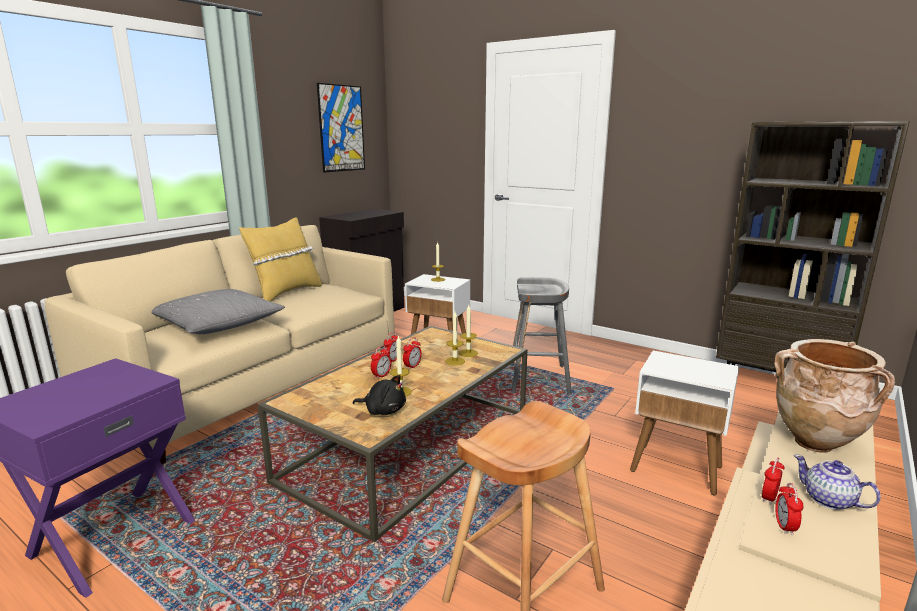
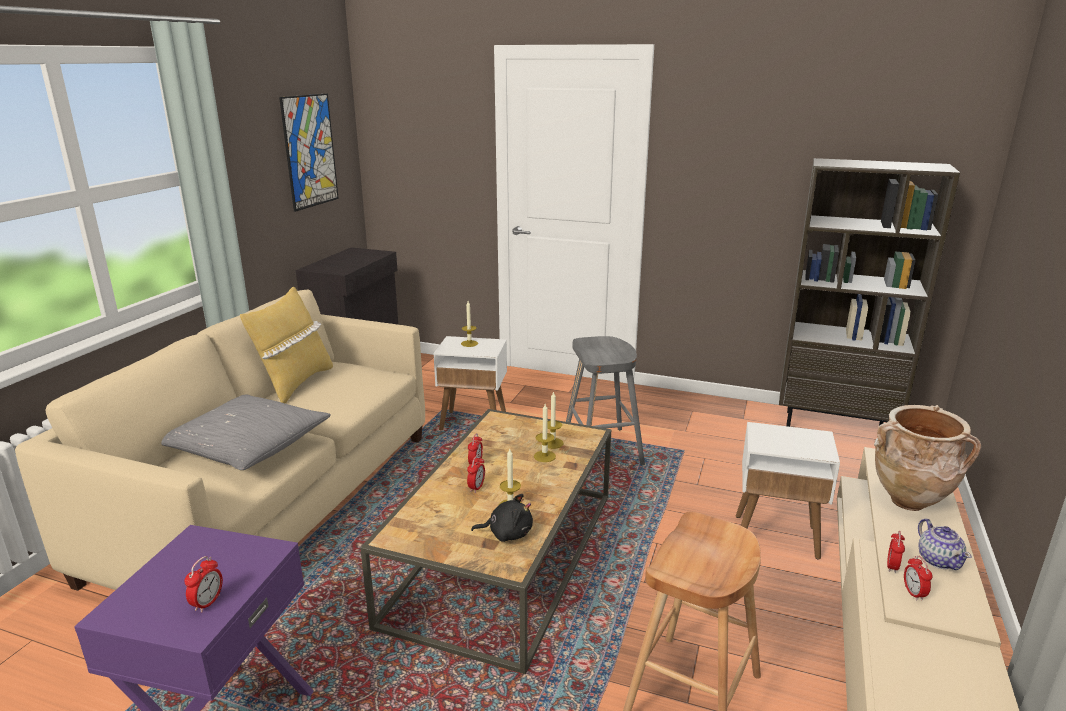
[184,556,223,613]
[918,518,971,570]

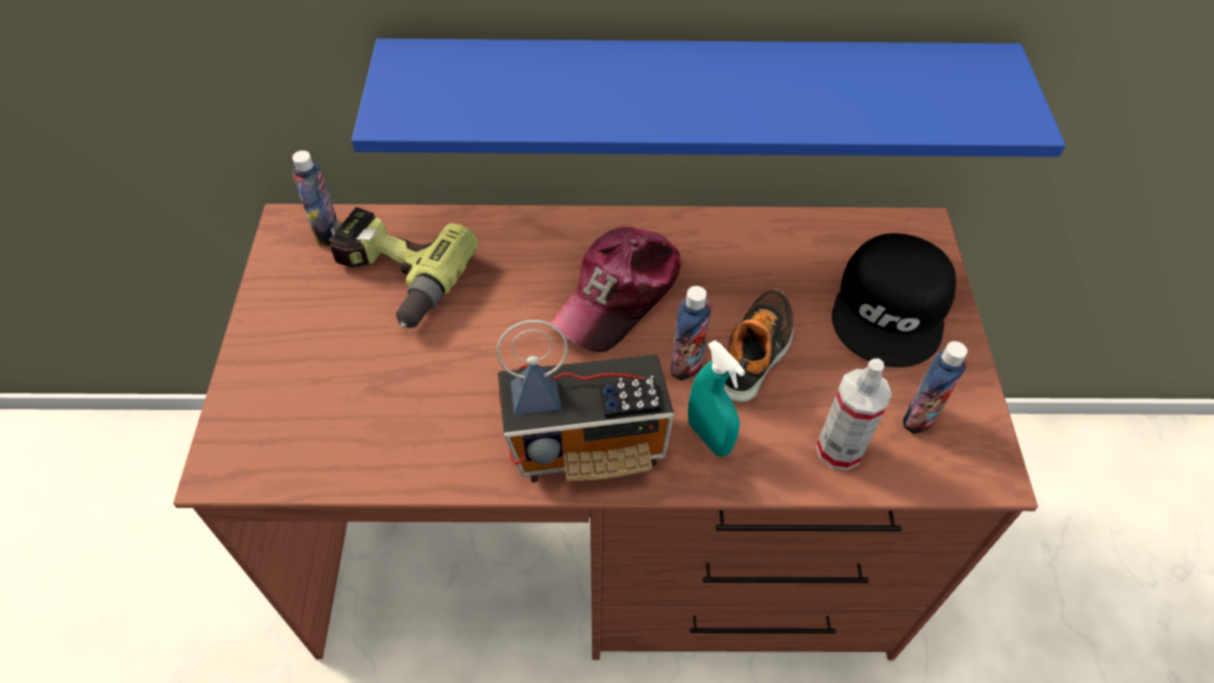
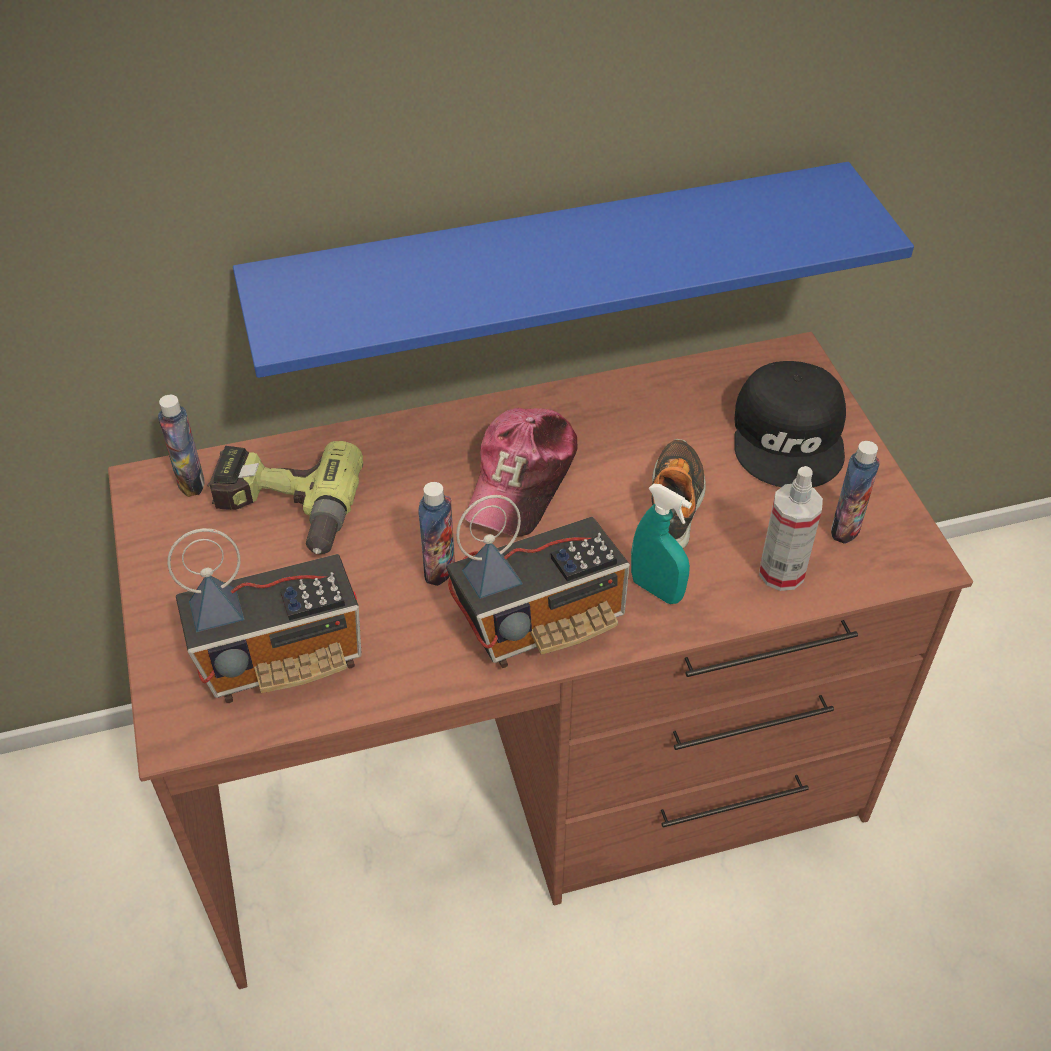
[168,528,362,703]
[419,482,455,586]

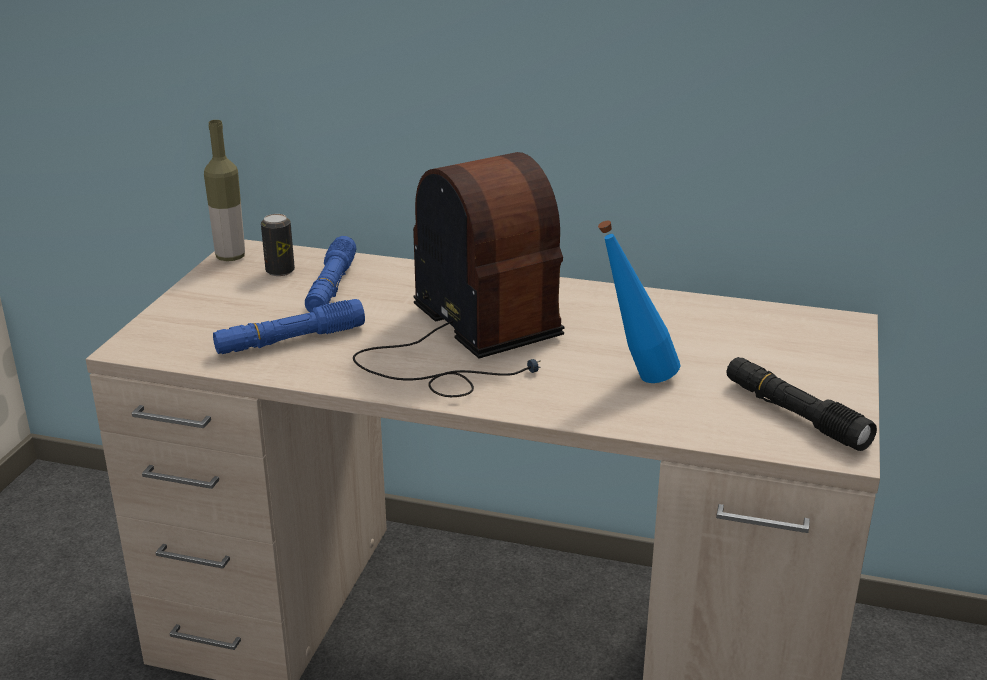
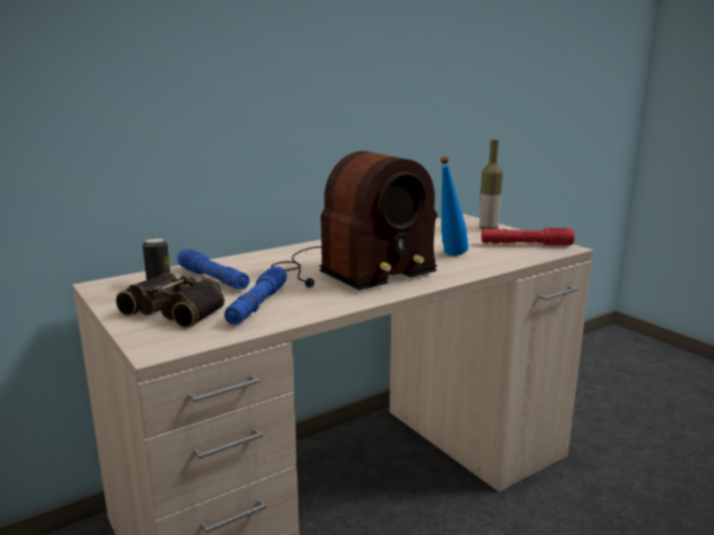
[116,272,225,328]
[479,140,503,230]
[481,228,575,245]
[271,151,437,290]

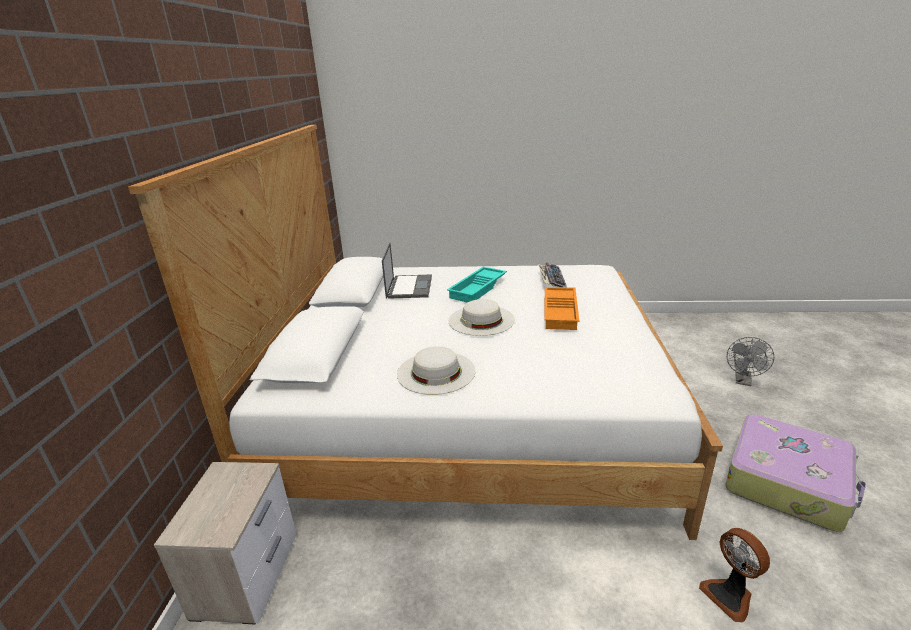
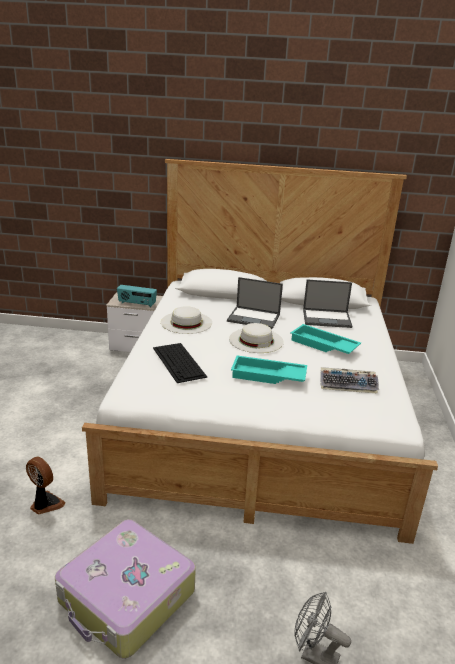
[117,285,157,307]
[153,343,207,383]
[227,277,283,329]
[231,355,307,384]
[26,457,66,514]

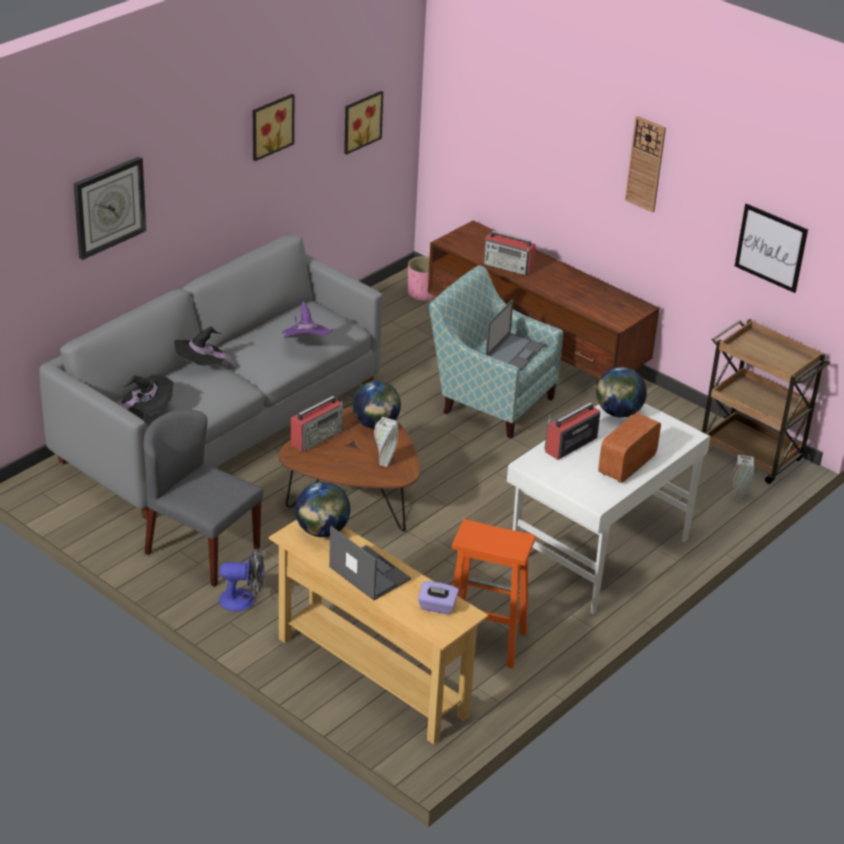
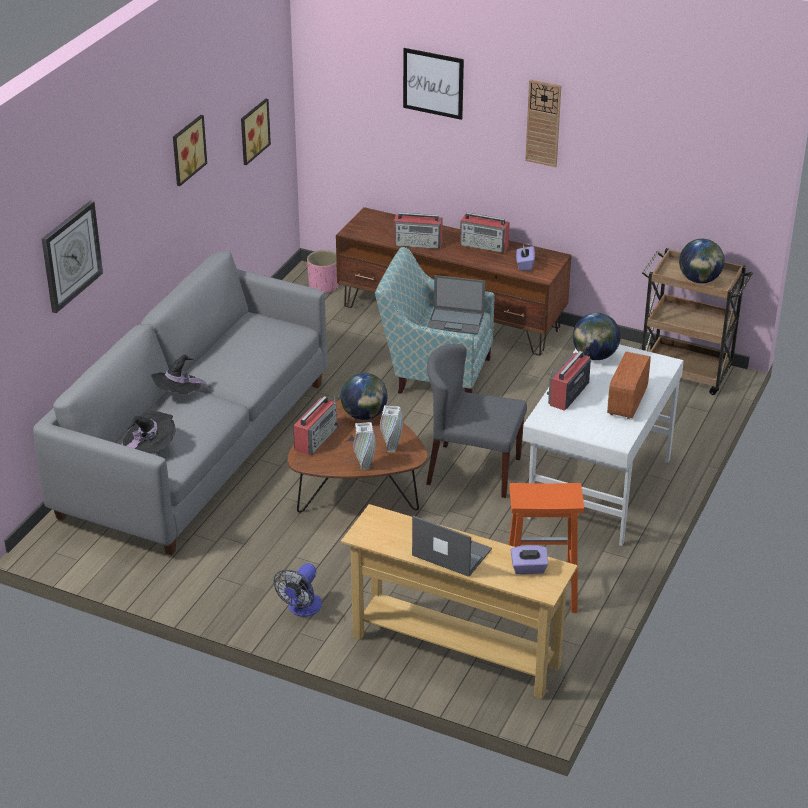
[281,302,333,338] (first image)
[460,212,510,253]
[516,244,535,271]
[426,344,527,498]
[679,239,725,284]
[353,422,375,470]
[403,48,464,120]
[274,563,322,616]
[427,275,485,335]

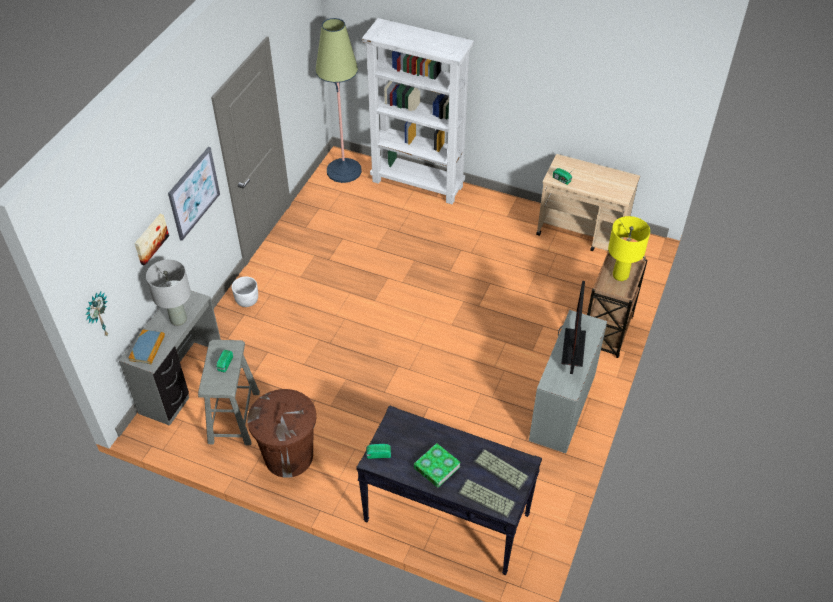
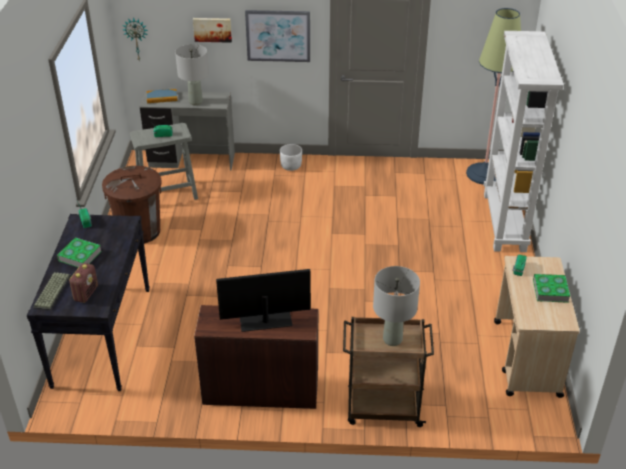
[533,274,570,303]
[69,263,98,303]
[194,305,318,409]
[373,266,420,346]

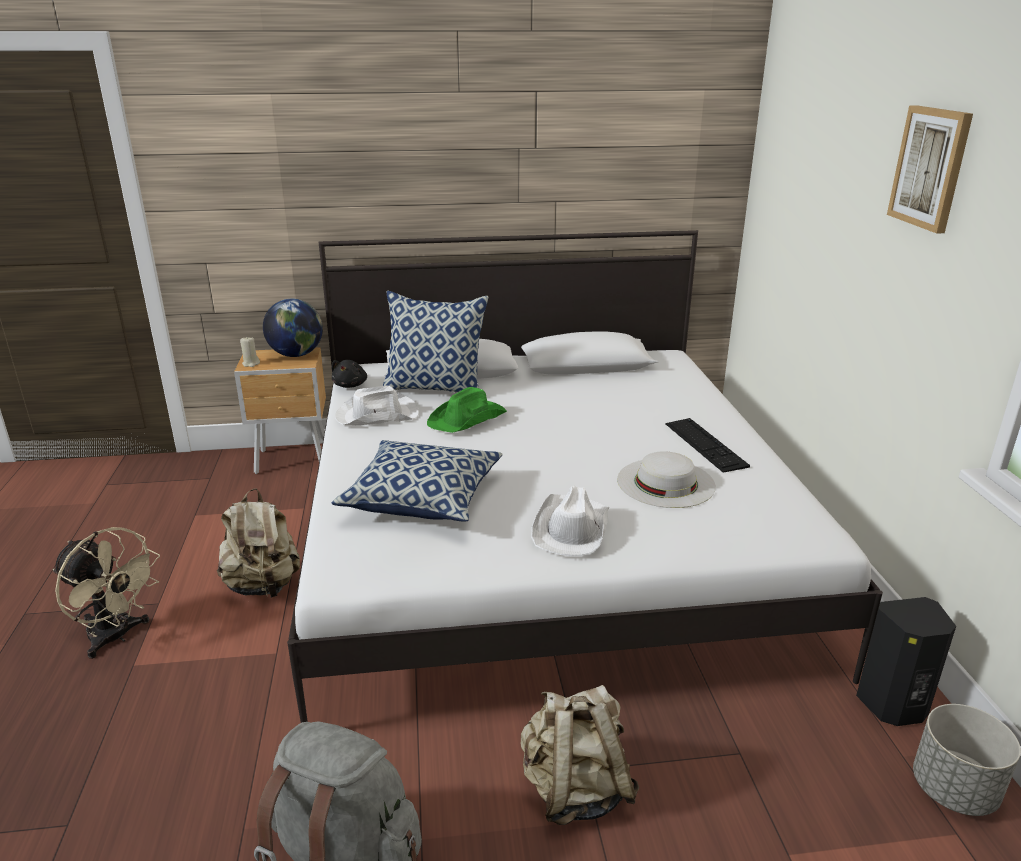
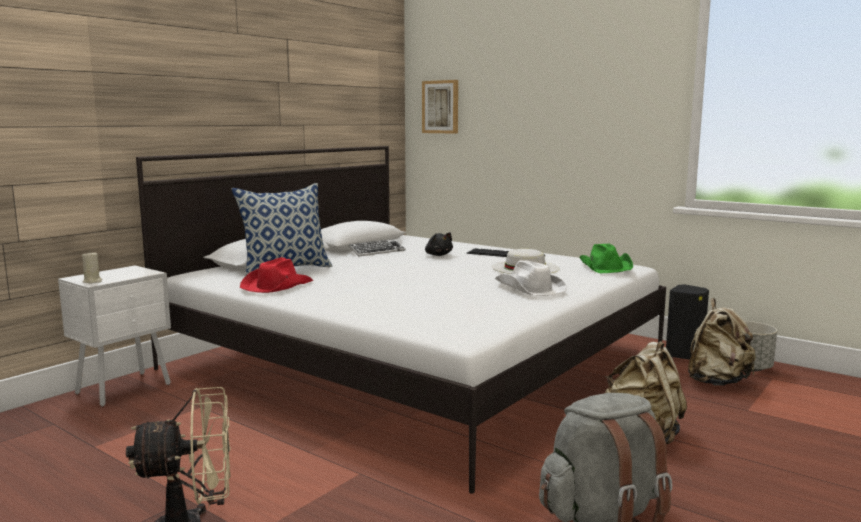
[263,299,323,357] (first image)
[331,440,503,522] (first image)
[349,239,406,257]
[688,298,756,386]
[425,232,453,256]
[580,243,633,273]
[422,80,458,134]
[58,266,171,407]
[240,257,313,293]

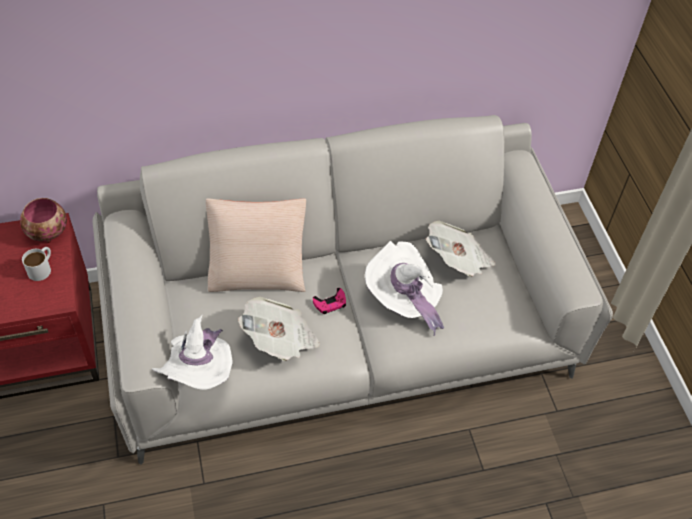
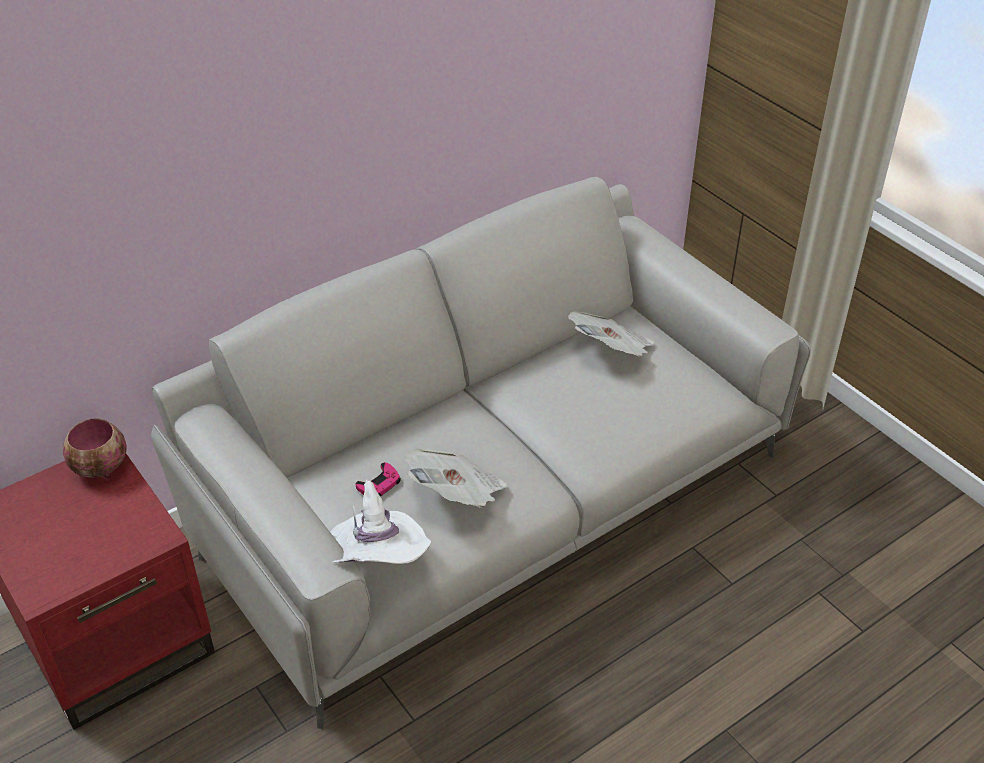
[22,247,51,281] (first image)
[206,198,306,292] (first image)
[365,241,444,336] (first image)
[356,462,401,497]

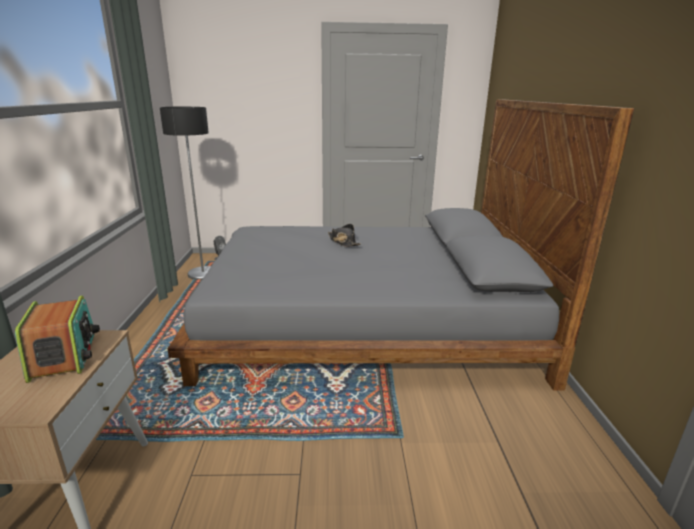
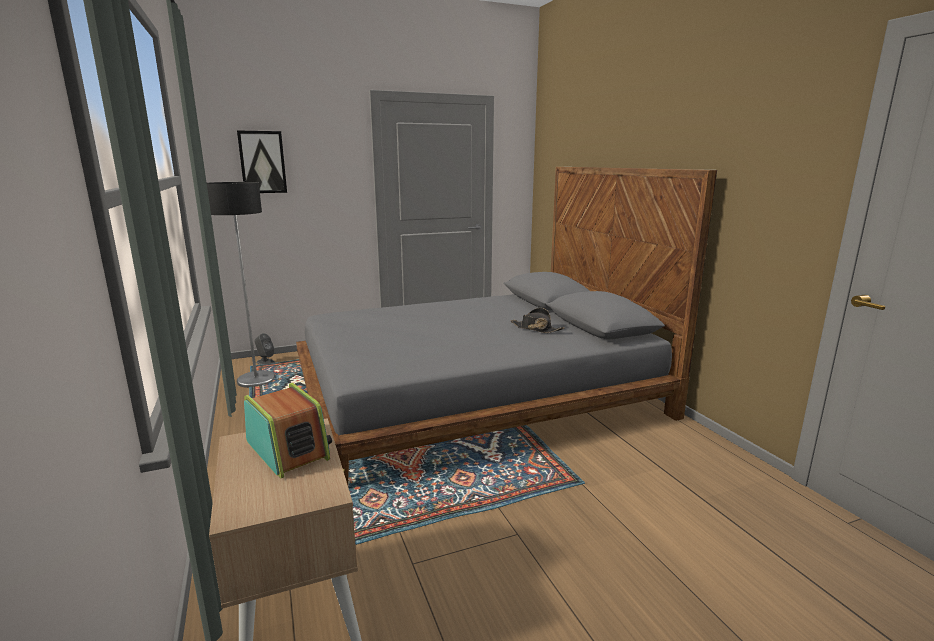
[237,130,287,193]
[511,308,564,333]

